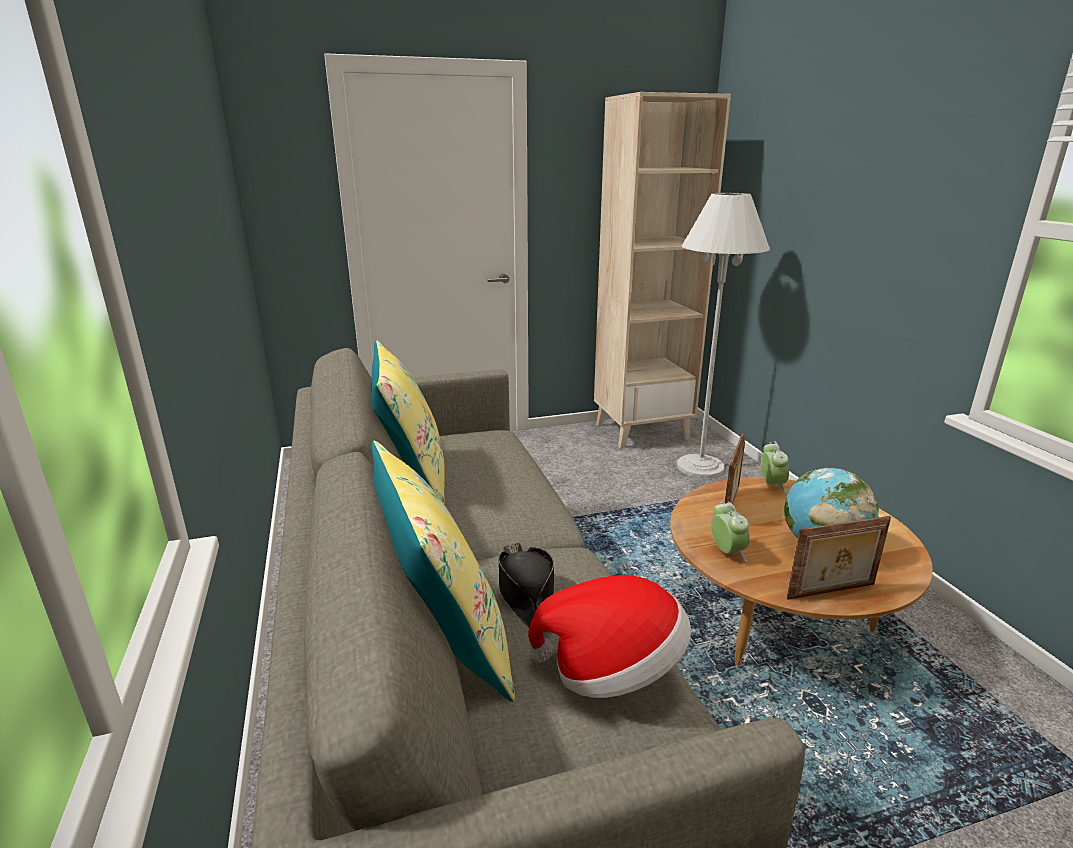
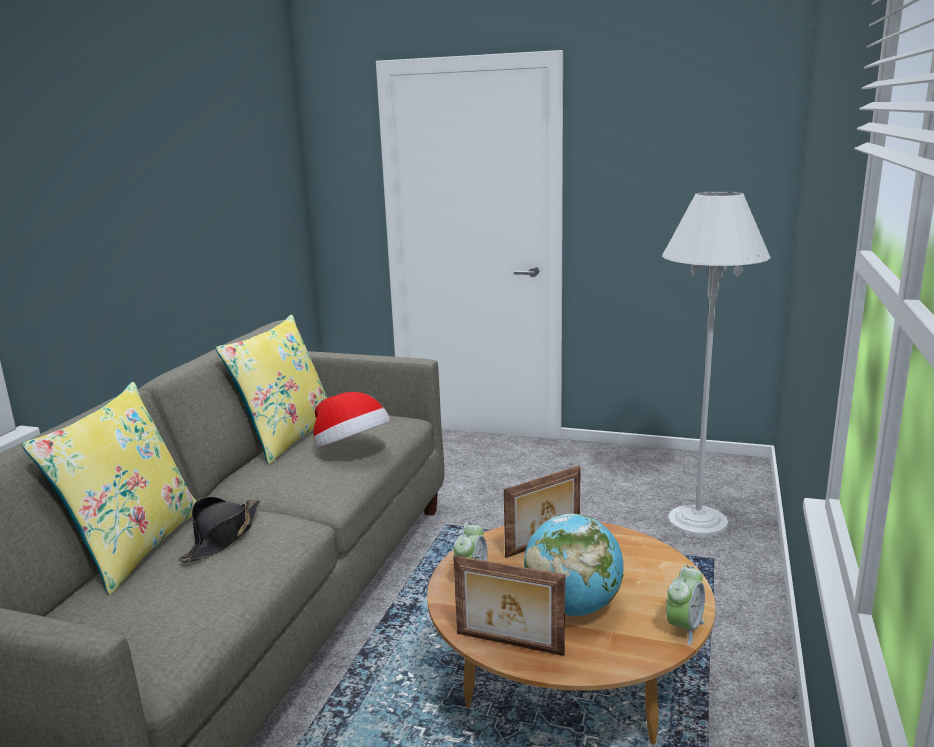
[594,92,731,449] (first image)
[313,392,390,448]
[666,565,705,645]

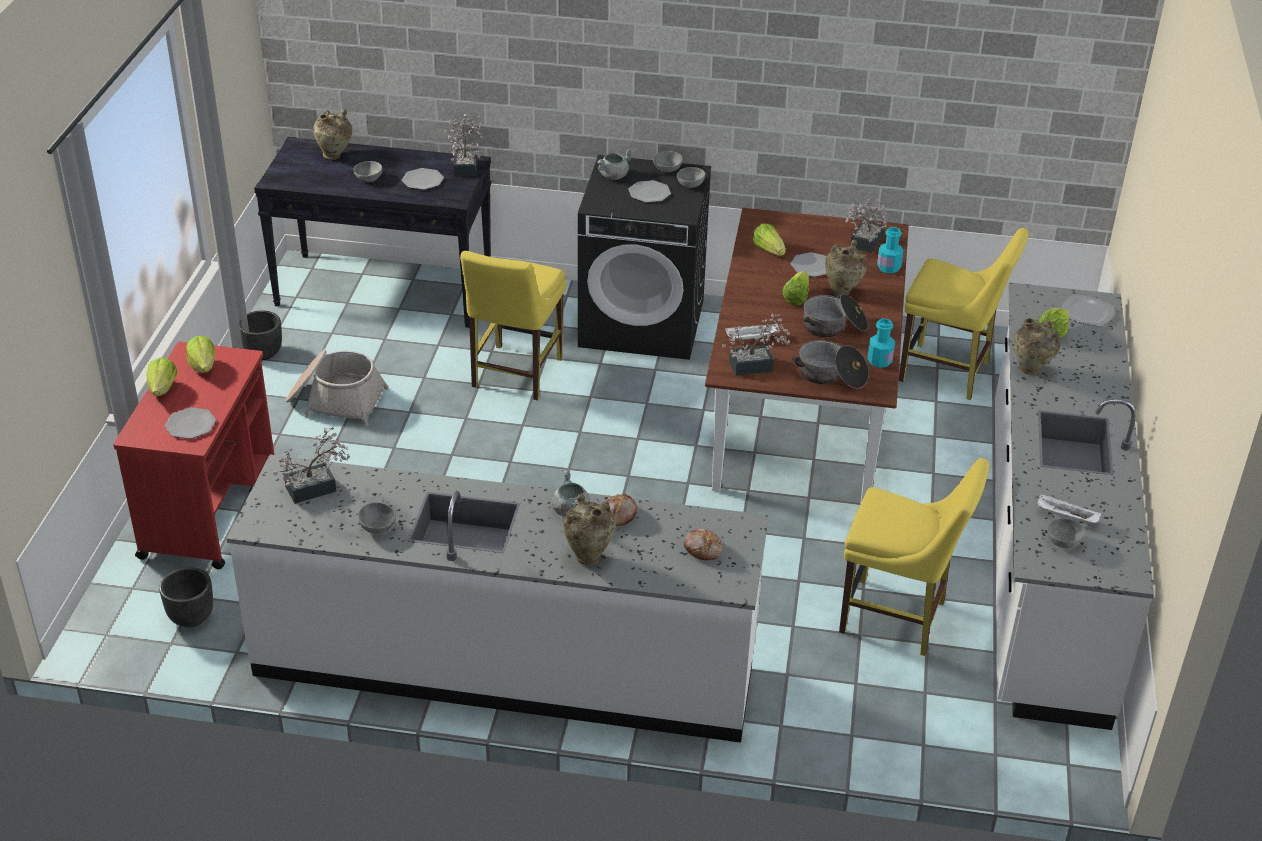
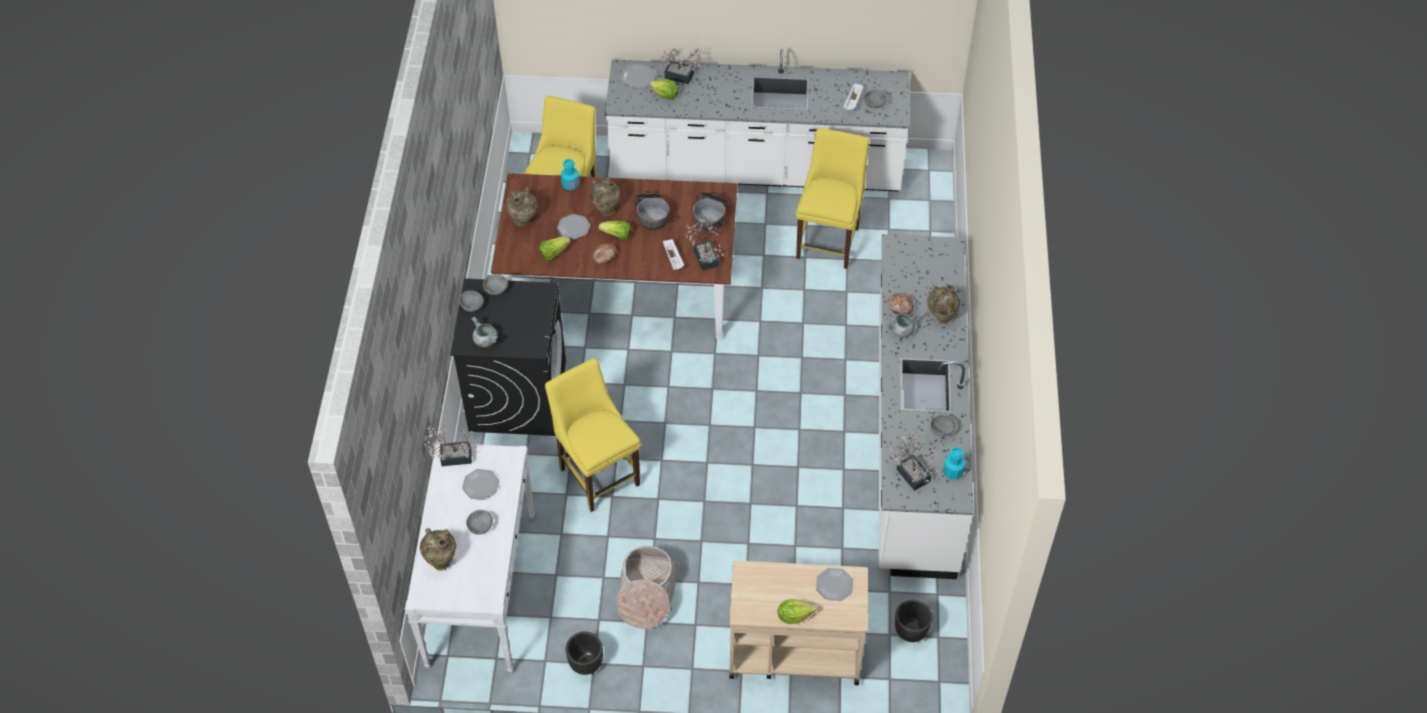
[186,336,216,373] (first image)
[628,180,671,203] (first image)
[592,243,617,264]
[659,48,703,84]
[943,447,966,480]
[506,187,538,226]
[729,560,868,685]
[405,442,534,672]
[545,358,641,512]

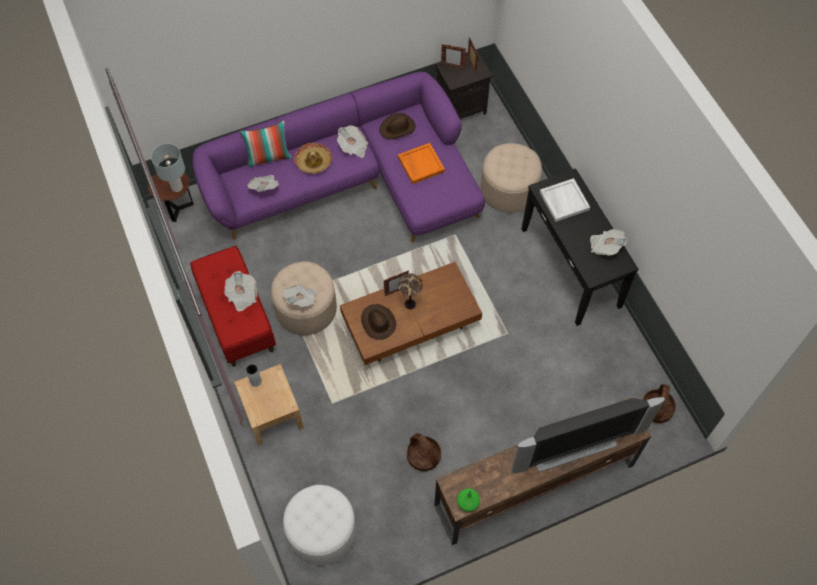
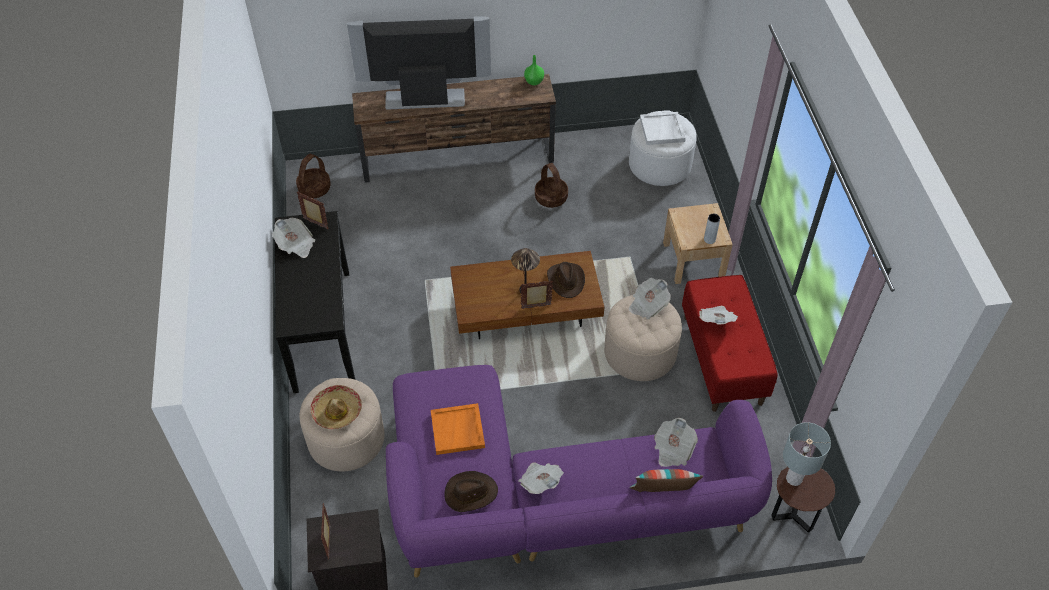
[311,385,362,430]
[297,192,328,229]
[640,112,686,145]

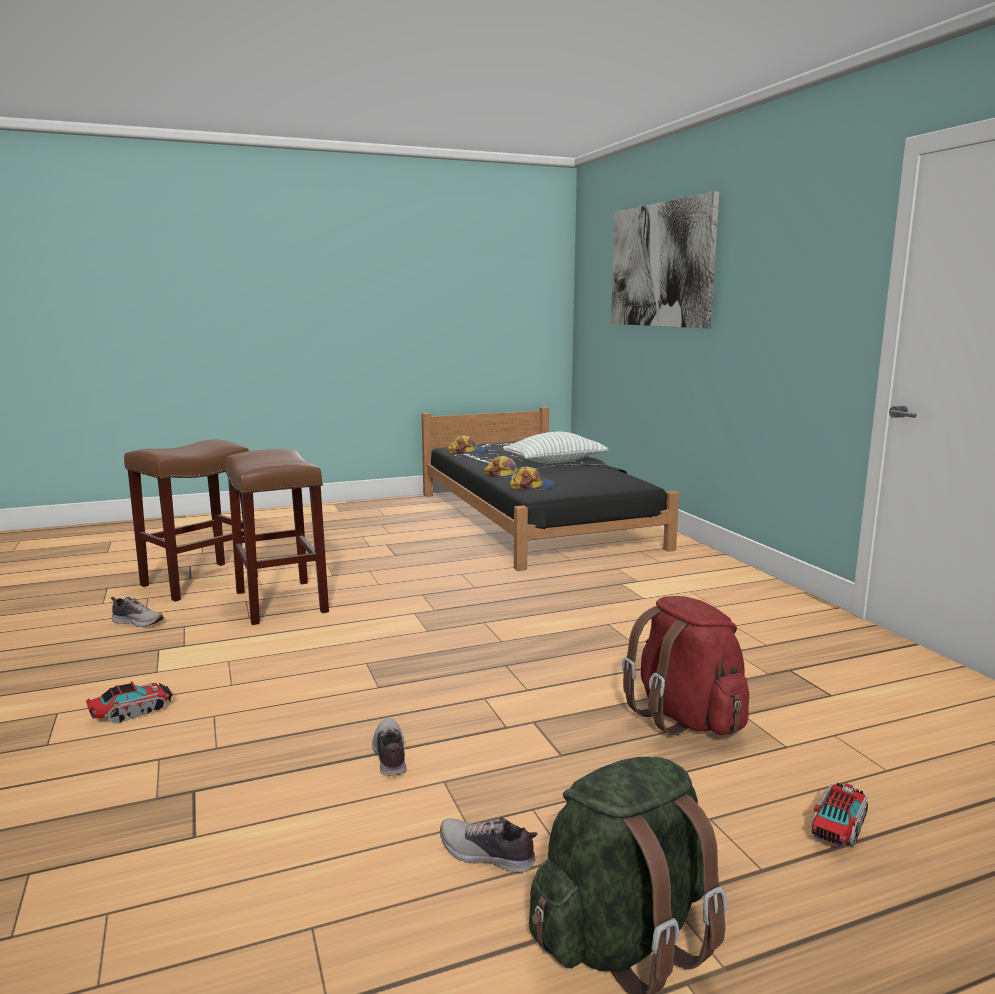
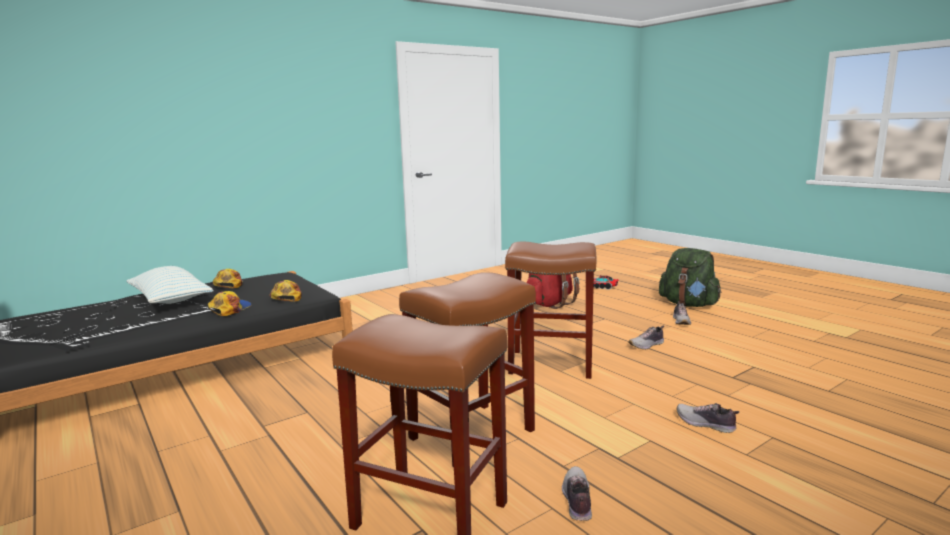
[611,191,719,328] (first image)
[505,242,596,379]
[212,269,243,288]
[677,403,739,433]

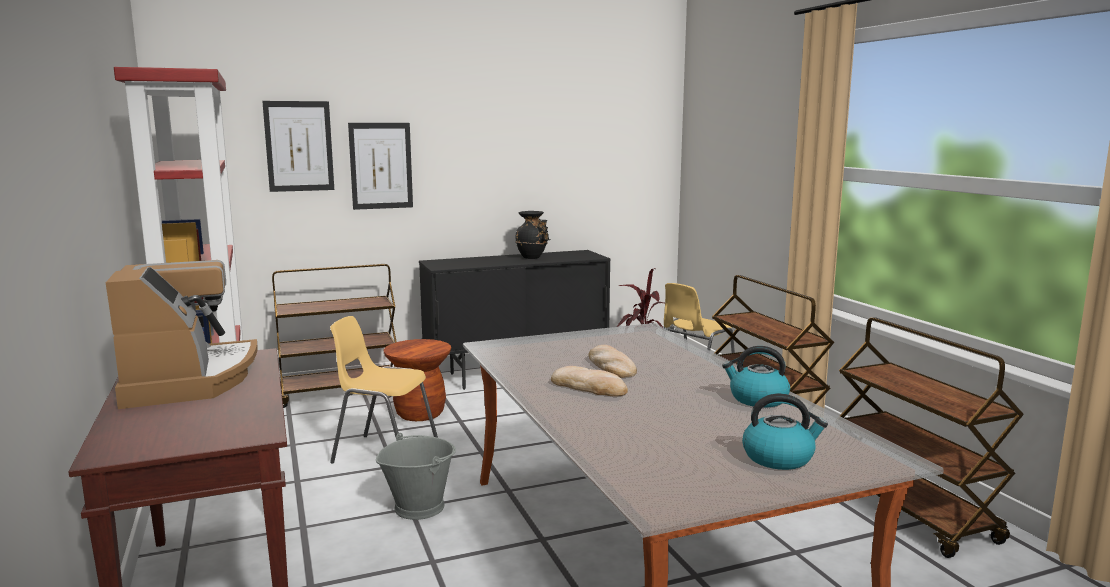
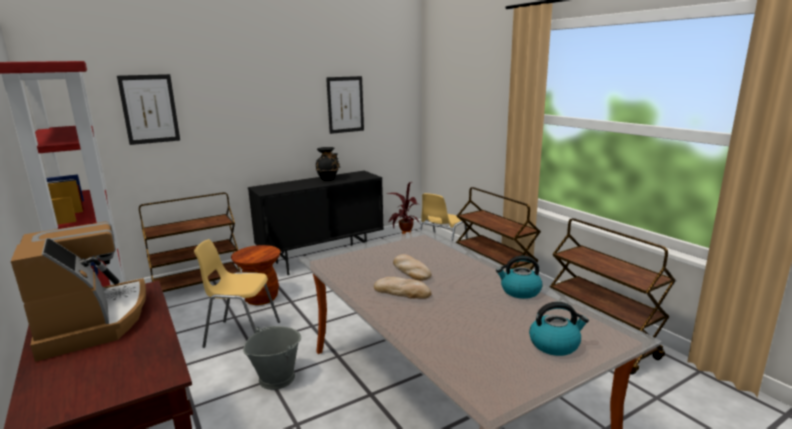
[326,76,364,134]

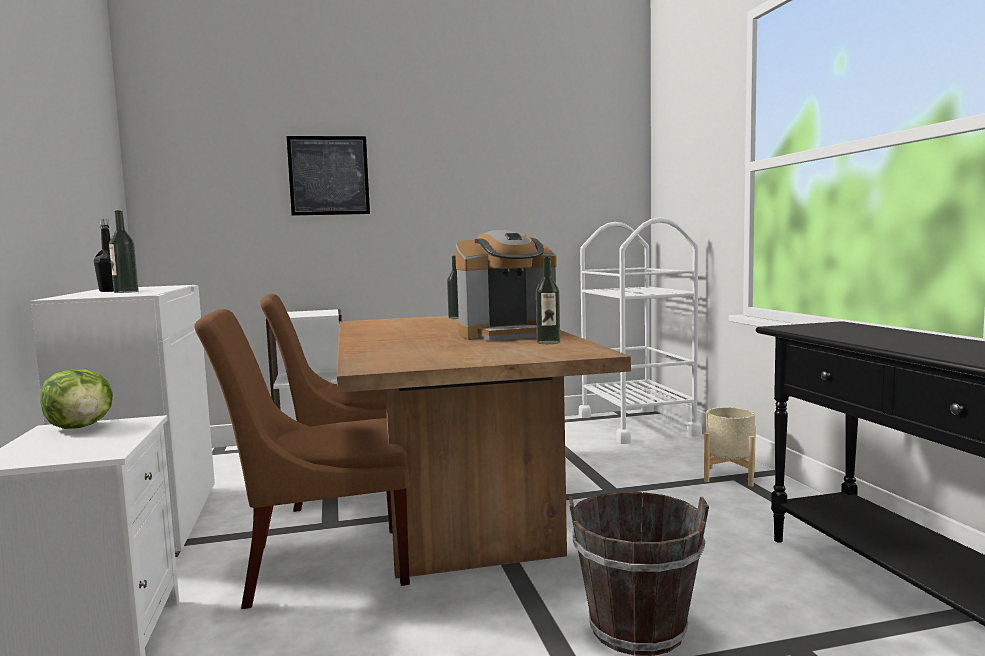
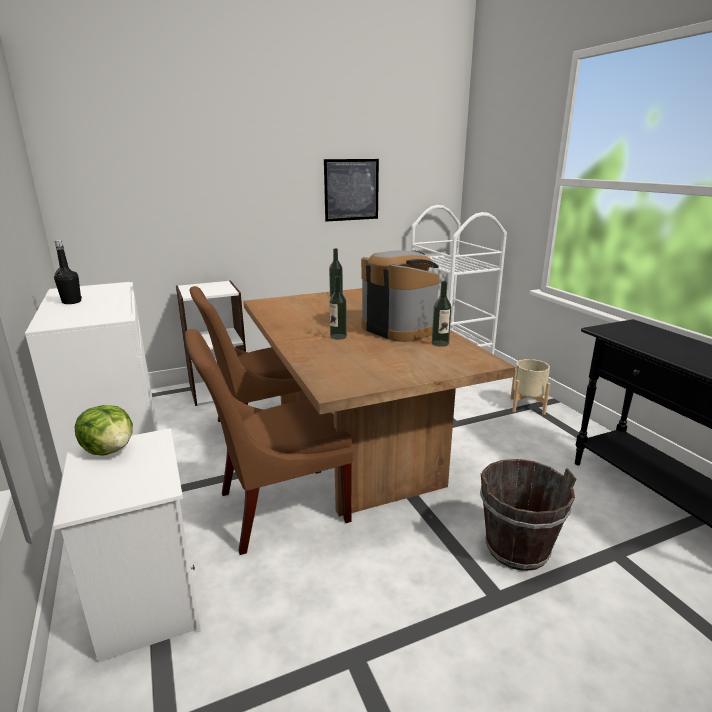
[329,276,347,340]
[324,159,379,222]
[361,250,440,342]

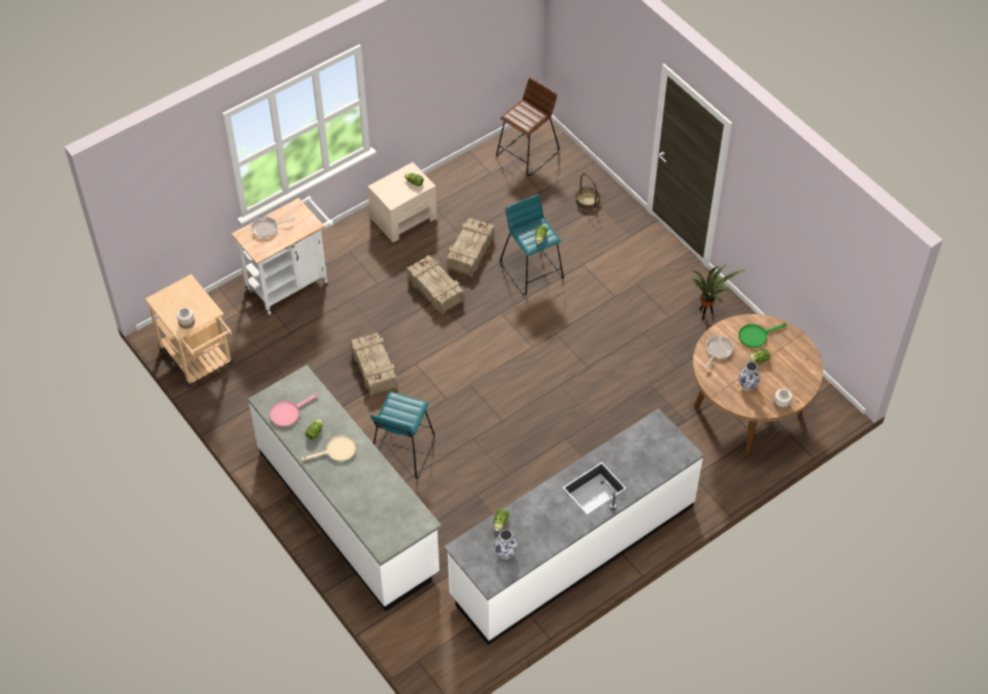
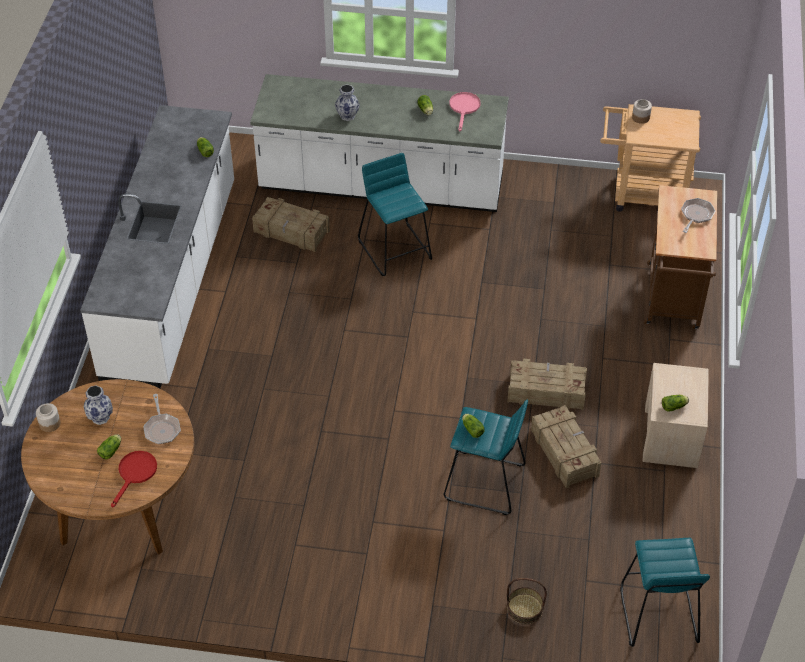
[302,435,356,461] (first image)
[687,264,745,320] (first image)
[252,197,330,252]
[335,85,360,121]
[644,185,717,330]
[620,538,710,647]
[111,451,157,507]

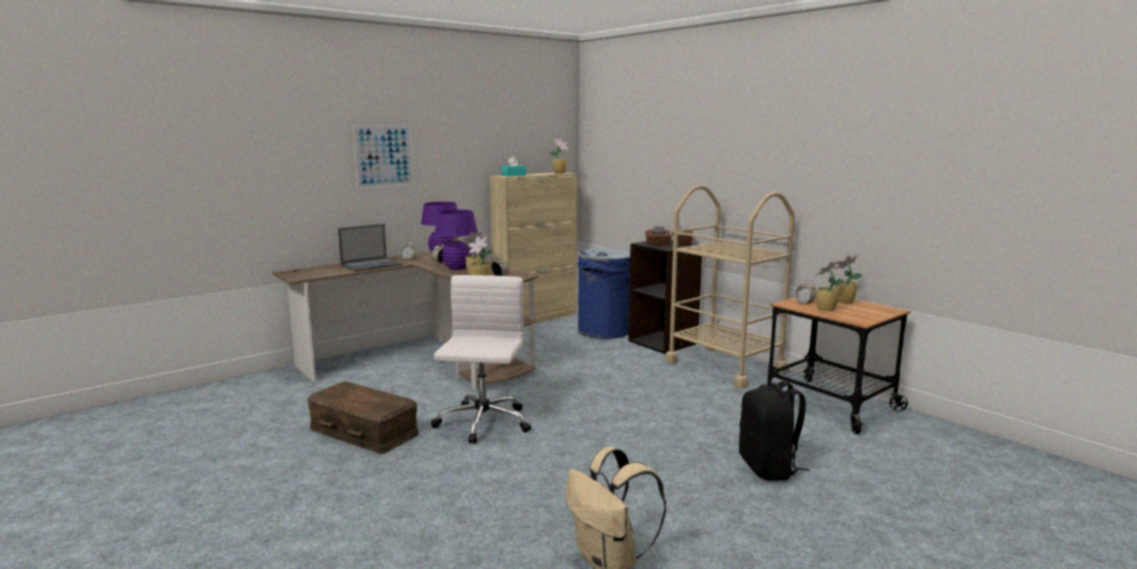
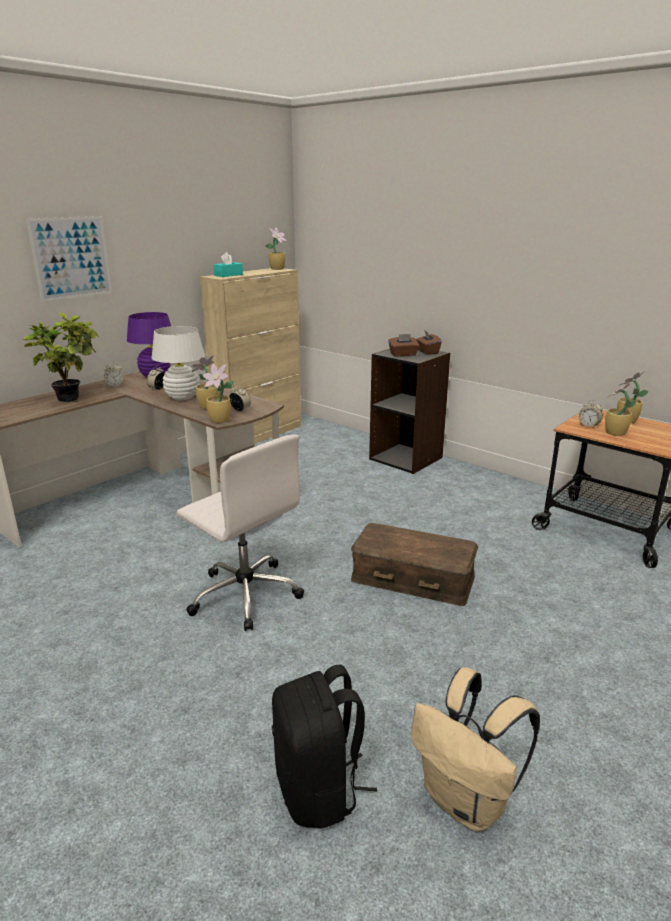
[578,248,630,339] (first image)
[665,185,795,389] (first image)
[351,523,478,606]
[272,665,377,829]
[23,312,99,402]
[152,326,205,400]
[176,434,304,631]

